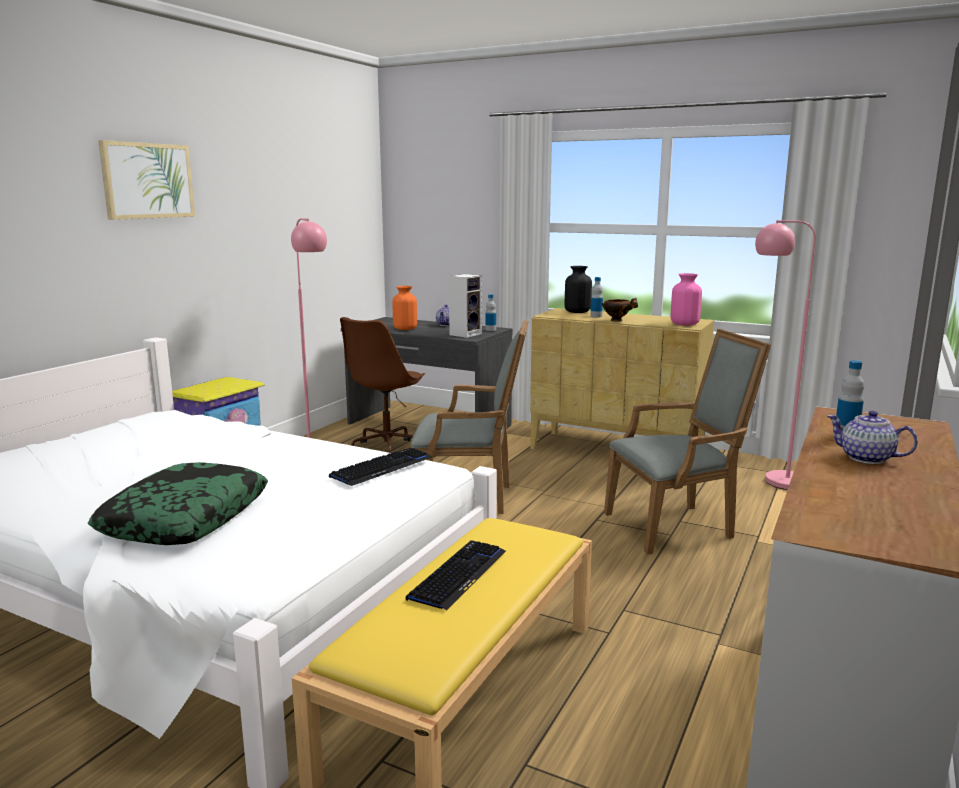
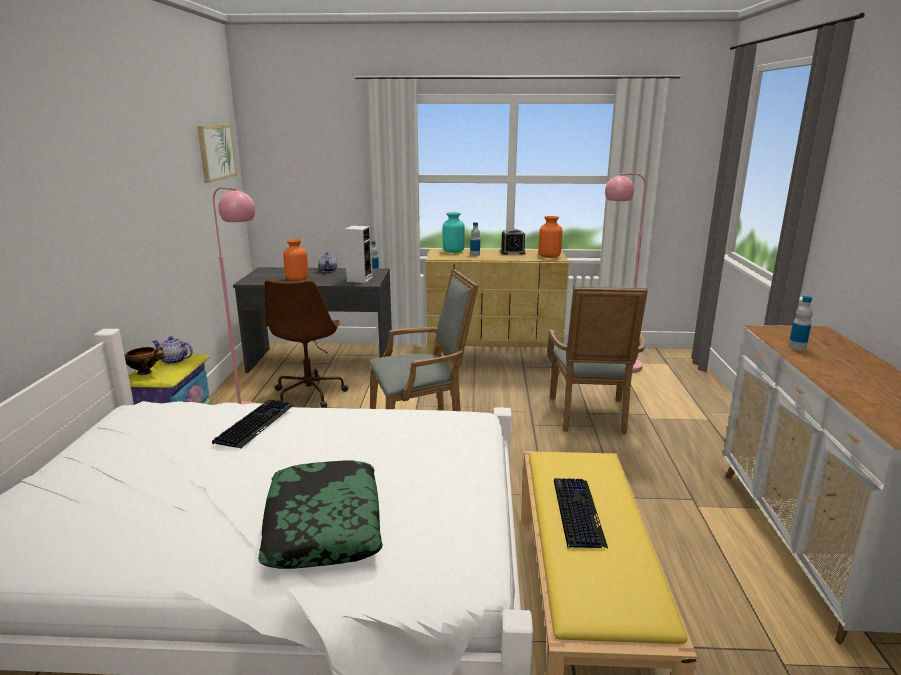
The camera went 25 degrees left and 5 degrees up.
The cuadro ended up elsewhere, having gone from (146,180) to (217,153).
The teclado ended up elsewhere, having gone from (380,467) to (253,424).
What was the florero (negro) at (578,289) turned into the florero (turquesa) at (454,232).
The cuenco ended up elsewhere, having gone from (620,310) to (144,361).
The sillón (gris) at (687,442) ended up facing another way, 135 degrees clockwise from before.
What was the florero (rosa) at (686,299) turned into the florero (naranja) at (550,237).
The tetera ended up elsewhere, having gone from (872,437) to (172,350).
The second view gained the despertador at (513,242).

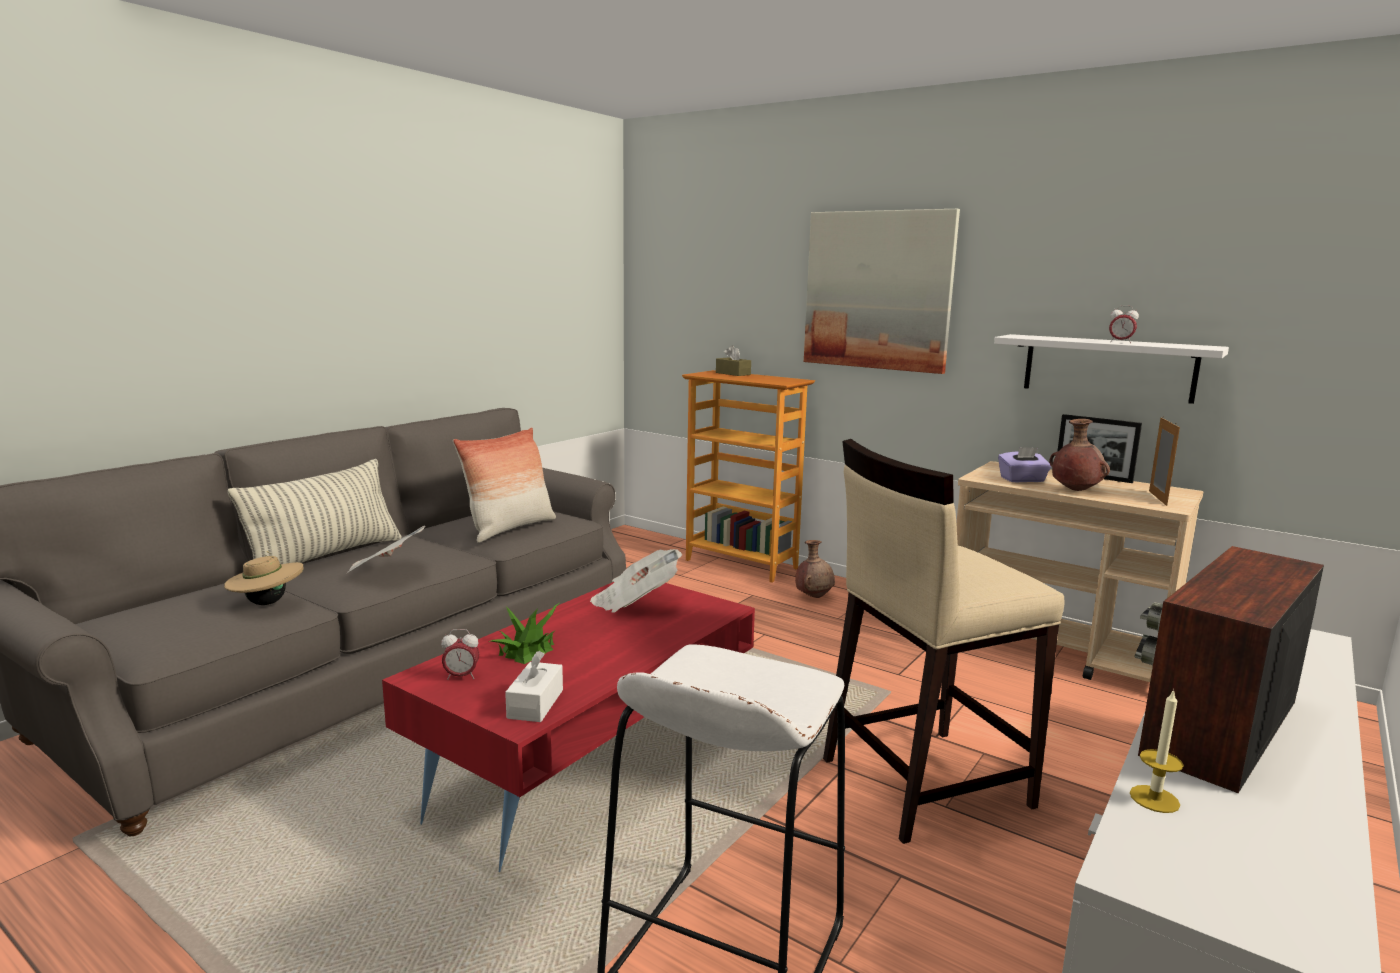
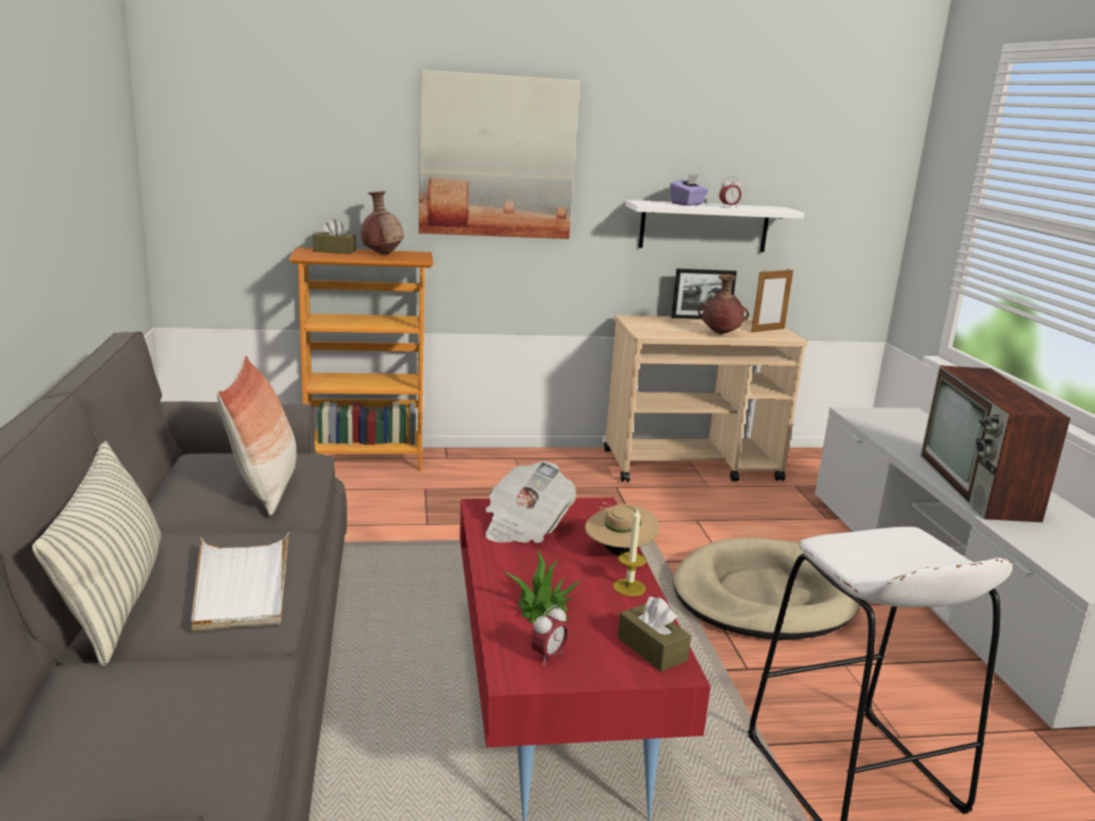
The camera went 45 degrees left and 5 degrees up.
The sombrero (beis) ended up elsewhere, having gone from (264,578) to (622,528).
Where the periódico stood at (386,549), the bandeja (blanco) came to stand at (240,582).
What was the caja de pañuelos (blanco) at (534,686) turned into the caja de pañuelos (marrón) at (654,633).
The florero (marrón) ended up elsewhere, having gone from (815,569) to (382,223).
Where the taburete (beis) stood at (943,641), the cama para perro (beis) came to stand at (767,589).
The caja de pañuelos (morado) ended up elsewhere, having gone from (1024,464) to (689,190).
The vela ended up elsewhere, having gone from (1157,751) to (630,552).
The portarretratos at (1164,461) ended up facing another way, 90 degrees clockwise from before.

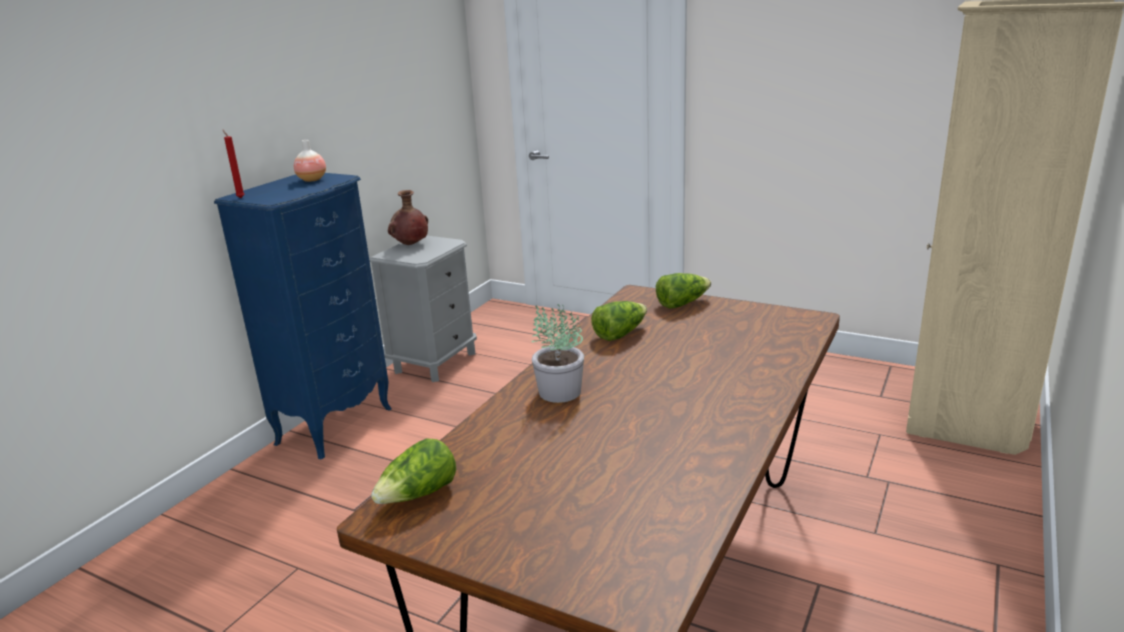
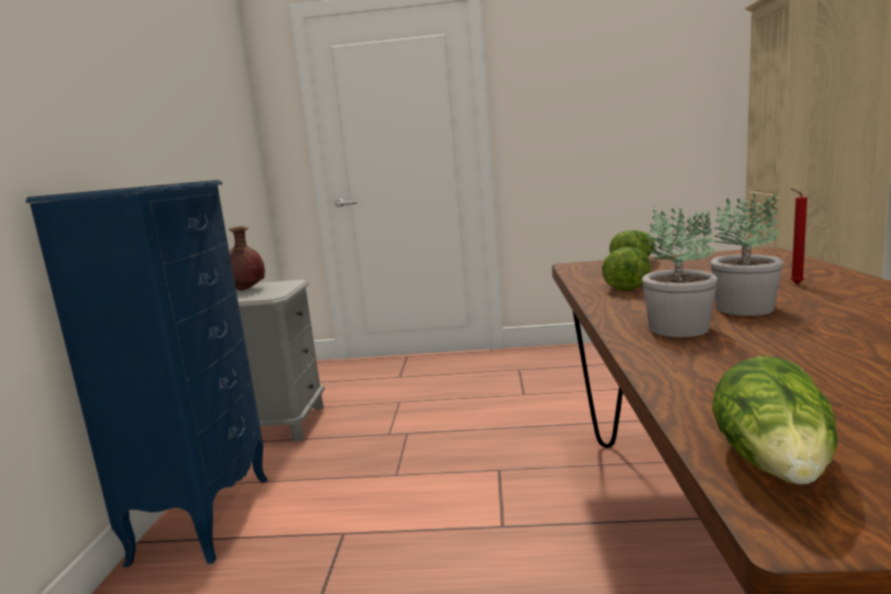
The camera went 25 degrees left and 10 degrees down.
The vela (rojo) ended up elsewhere, having gone from (233,163) to (798,236).
The second view lost the florero at (310,161).
The second view gained the planta en maceta at (746,254).

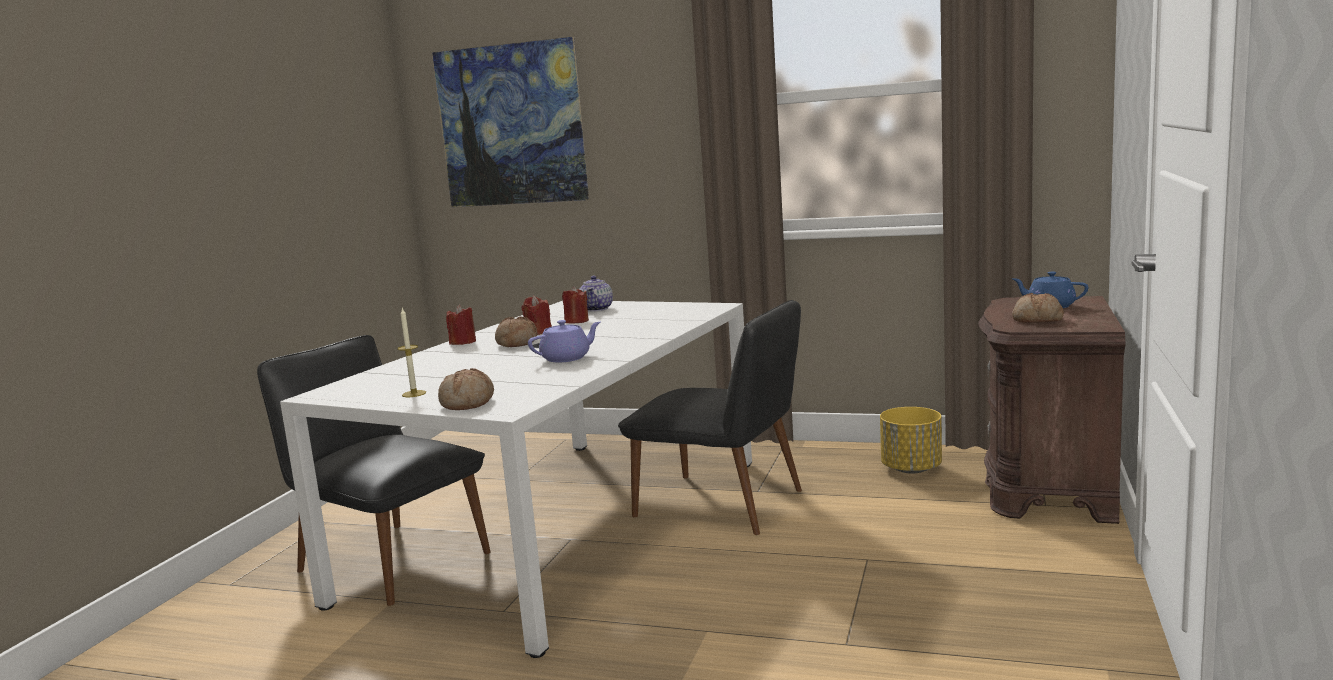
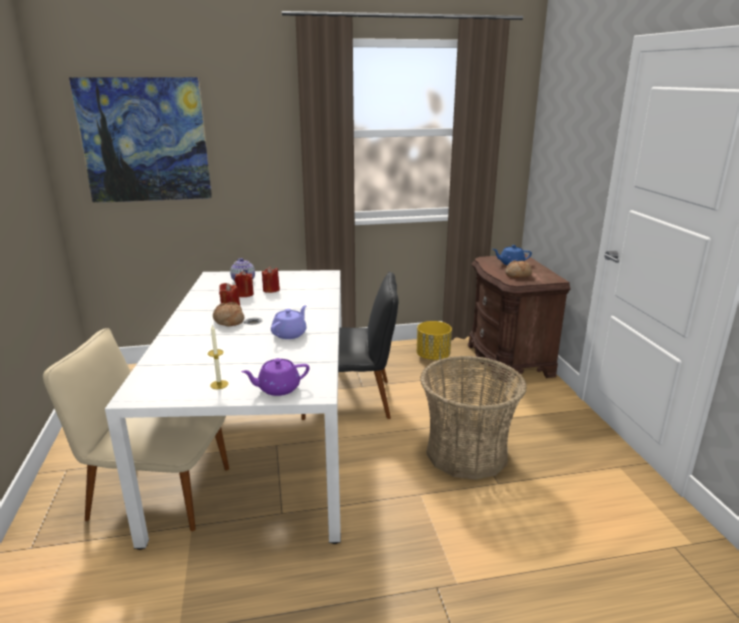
The camera went 30 degrees left and 10 degrees up.
What was the silla (negro) at (373,470) turned into the silla (beis) at (136,429).
Where the pan stood at (466,389), the tetera (morado) came to stand at (275,377).
The vela (rojo) ended up elsewhere, having gone from (461,325) to (271,280).
The second view gained the cesta at (473,418).

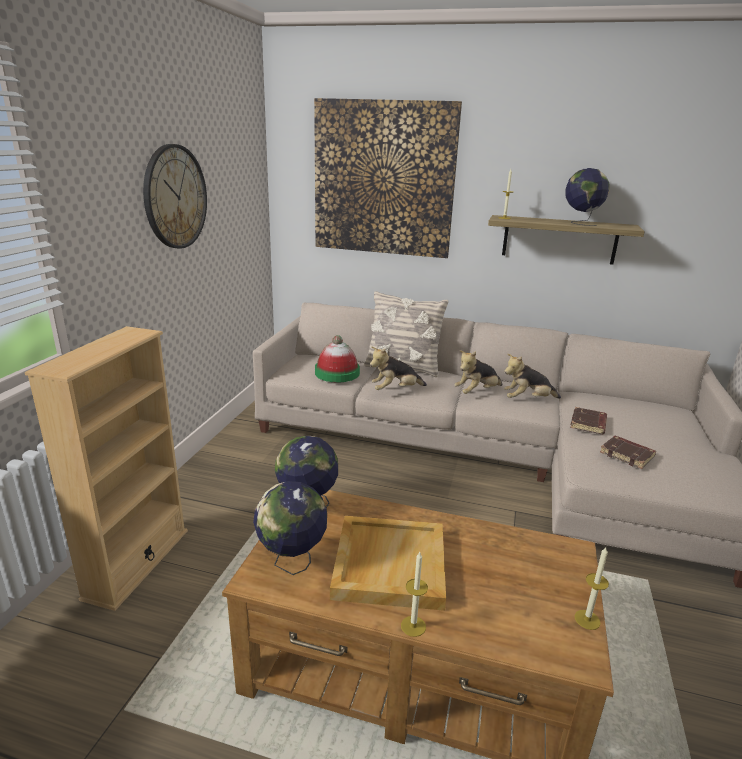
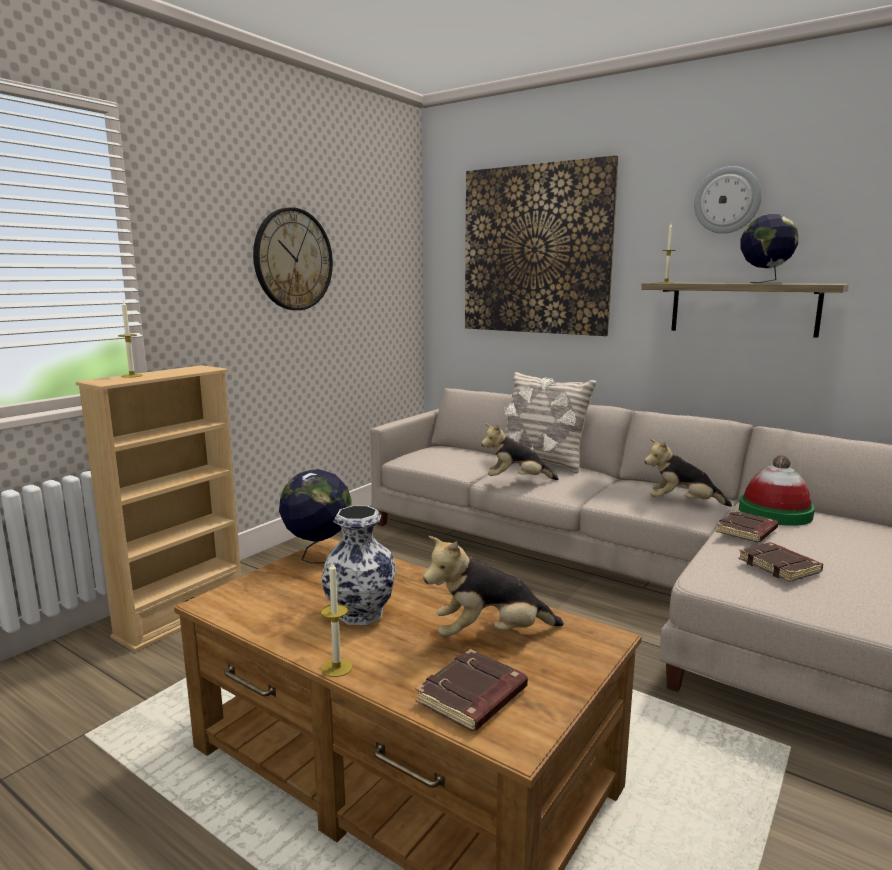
The camera went 20 degrees right and 10 degrees down.
The second view lost the globo terráqueo at (290,528).
The sombrero ended up elsewhere, having gone from (337,358) to (777,490).
Where the bandeja (beis) stood at (388,563), the florero came to stand at (358,565).
The peluche ended up elsewhere, having gone from (478,372) to (493,586).
The vela ended up elsewhere, having gone from (592,588) to (130,339).
The second view gained the libro (marrón) at (472,690).
The second view gained the reloj de pared at (727,200).

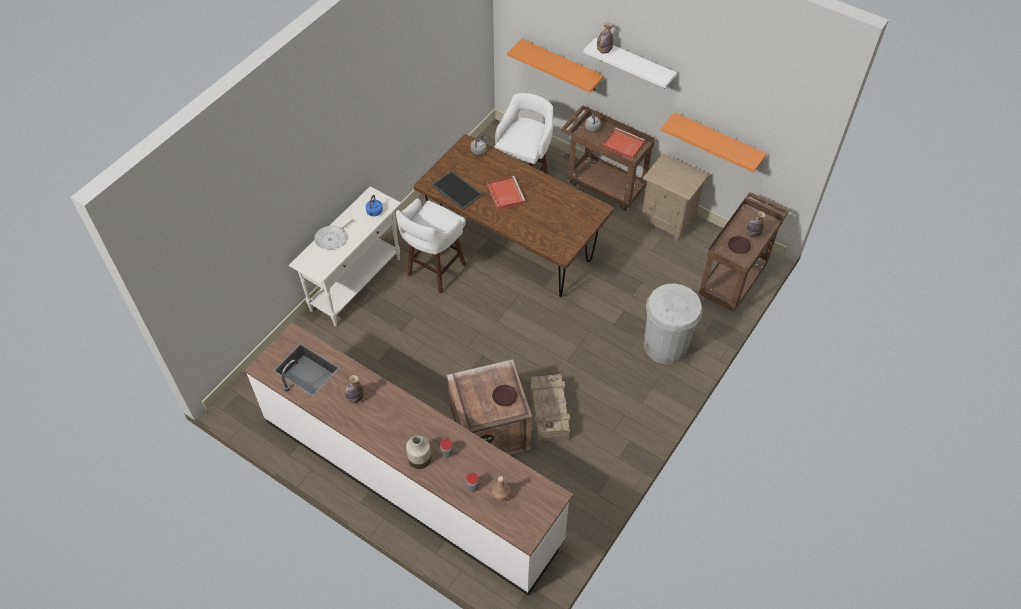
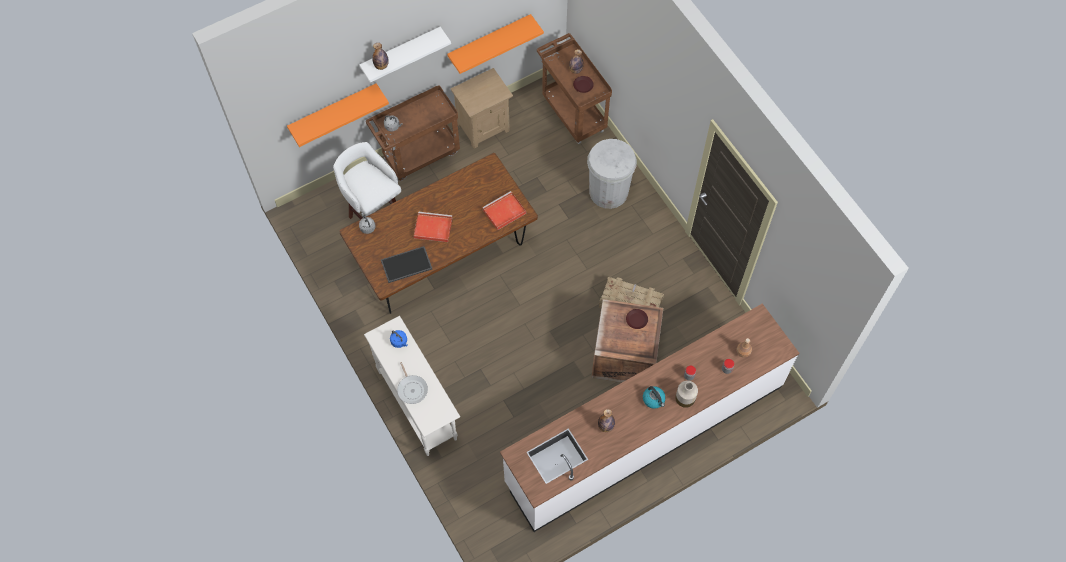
The camera went 65 degrees left and 10 degrees up.
The second view lost the taburete (blanco) at (431,246).
The bandeja (rojo) ended up elsewhere, having gone from (623,144) to (504,210).
The second view gained the hervidor at (654,397).

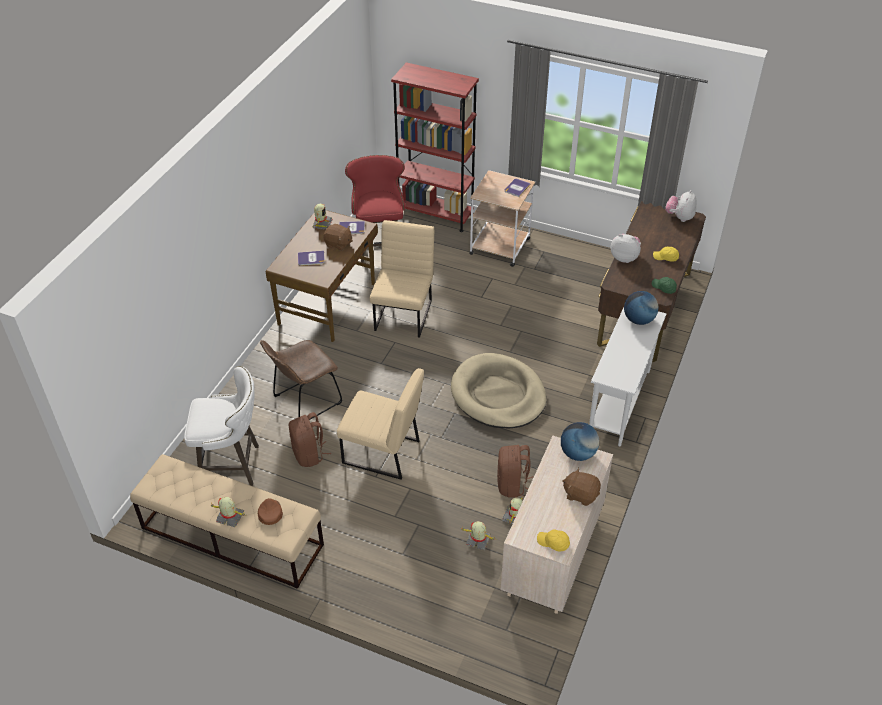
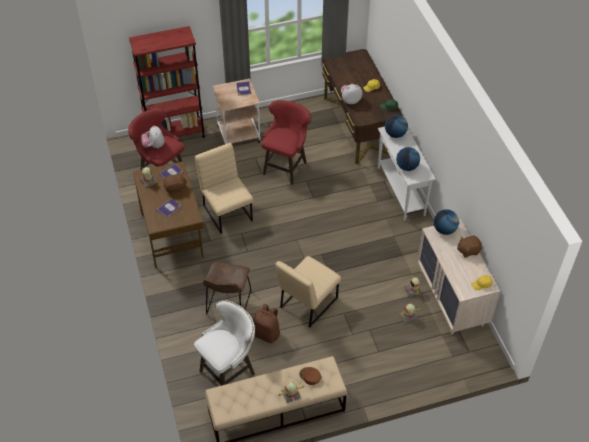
The camera went 40 degrees left and 5 degrees up.
The silla (beis) at (380,424) ended up facing another way, 150 degrees clockwise from before.
The second view lost the cama para perro (beis) at (499,390).
The second view lost the mochila (marrón) at (515,471).
The peluche ended up elsewhere, having gone from (681,206) to (152,137).
The second view gained the taburete (rojo) at (286,142).
The second view gained the globo terráqueo at (408,159).

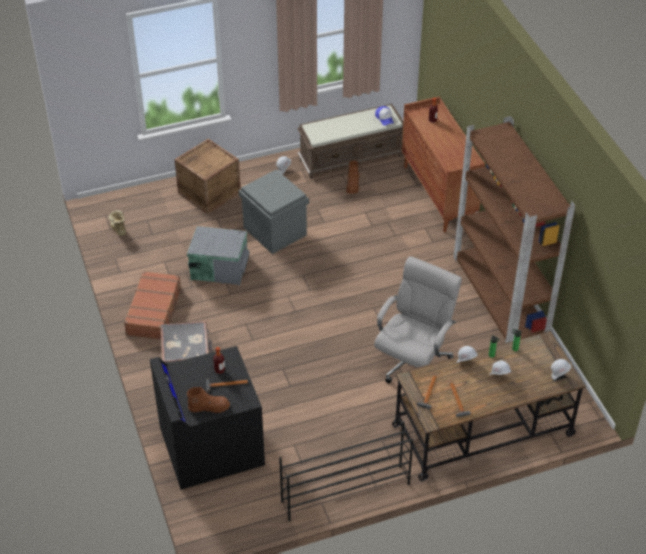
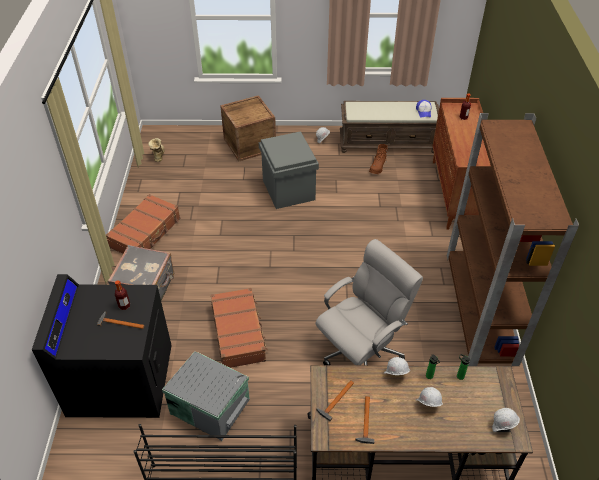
The camera went 20 degrees right and 0 degrees up.
The caja de almacenaje (gris) ended up elsewhere, having gone from (218,256) to (206,396).
The second view lost the bota (marrón) at (208,400).
The second view gained the maleta (marrón) at (239,328).

